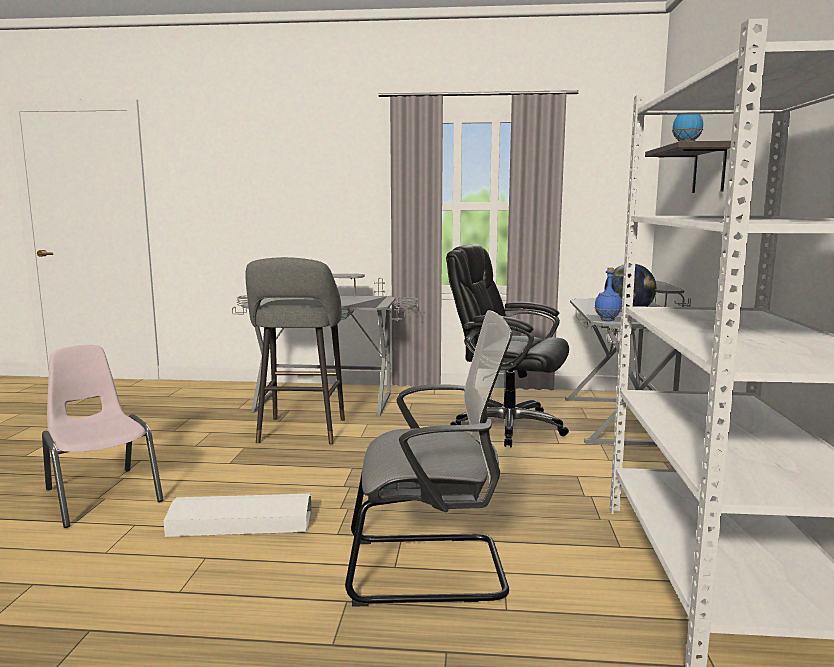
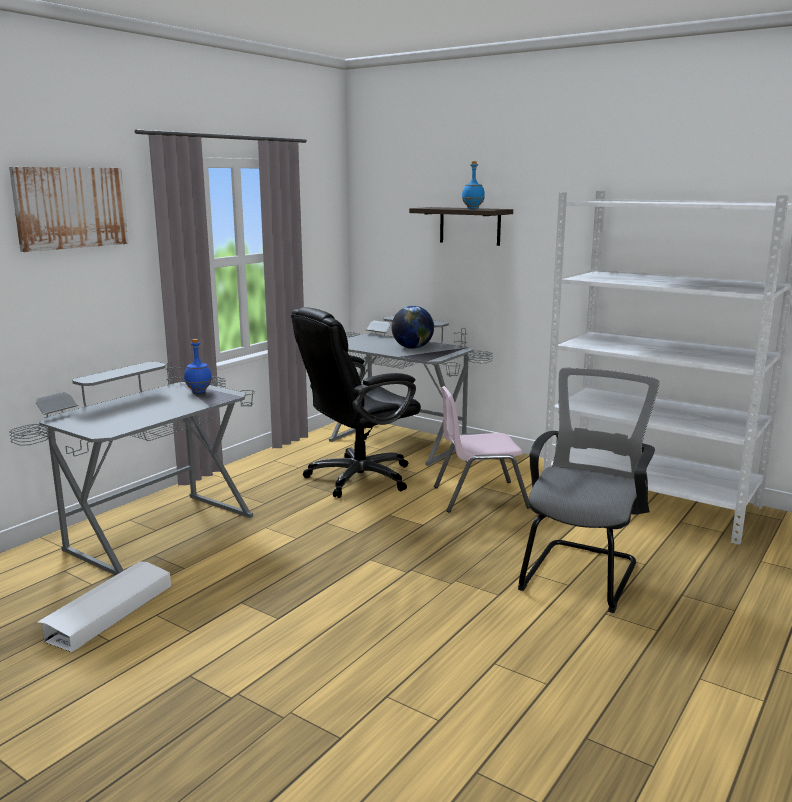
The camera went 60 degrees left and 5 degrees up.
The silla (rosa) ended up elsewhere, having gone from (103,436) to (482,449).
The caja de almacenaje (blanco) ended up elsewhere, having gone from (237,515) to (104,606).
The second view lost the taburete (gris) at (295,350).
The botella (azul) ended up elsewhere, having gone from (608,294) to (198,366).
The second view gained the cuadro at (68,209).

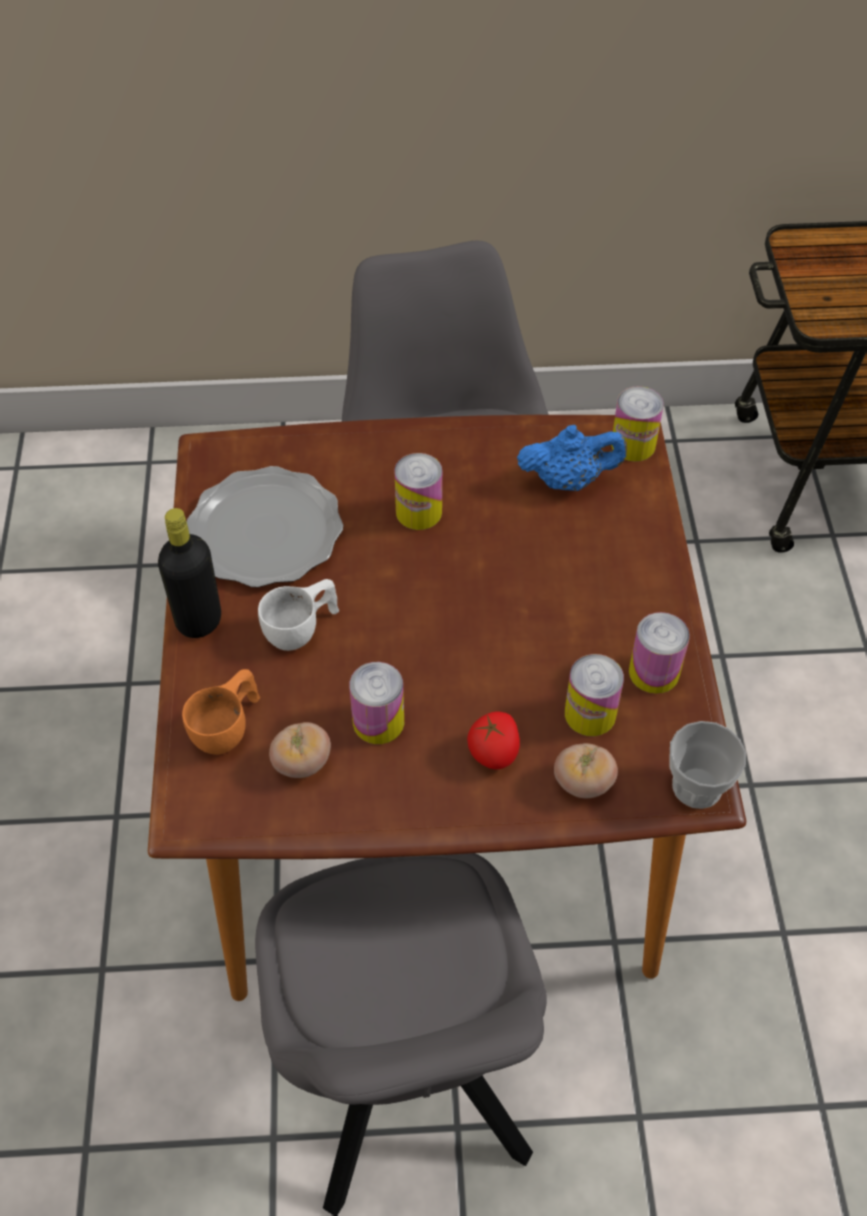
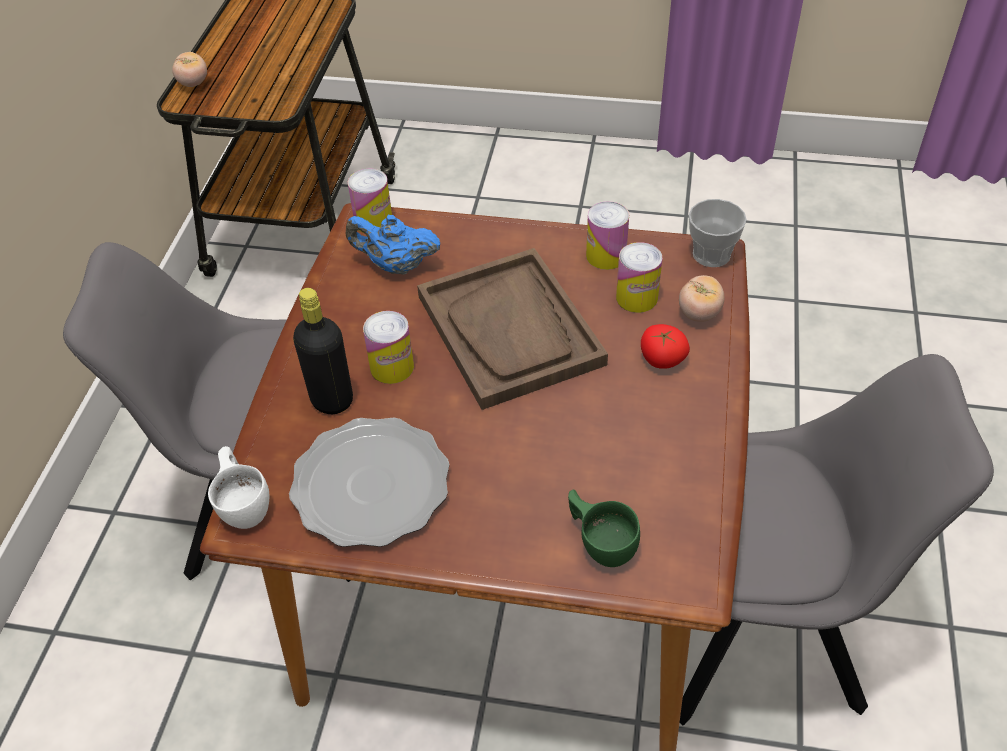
The camera went 75 degrees left and 5 degrees down.
The botella (negro) ended up elsewhere, having gone from (189,573) to (323,351).
What was the taza (naranja) at (221,712) turned into the taza (verde) at (604,528).
The taza (blanco) ended up elsewhere, having gone from (298,615) to (239,487).
The tomate ended up elsewhere, having gone from (300,750) to (189,69).
The second view lost the lata at (376,703).
The tetera (azul) at (572,458) ended up facing another way, 90 degrees counterclockwise from before.
The second view gained the bandeja (marrón) at (512,329).

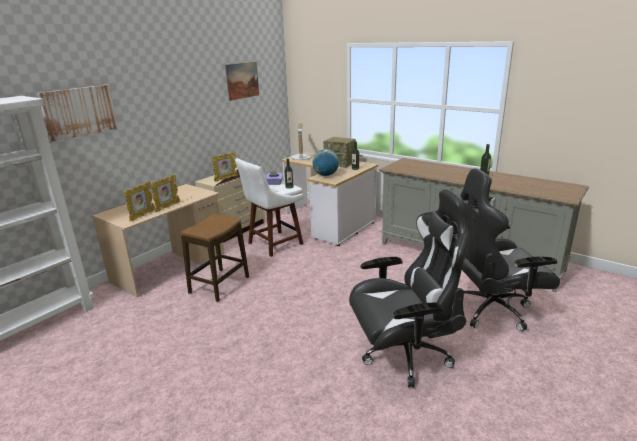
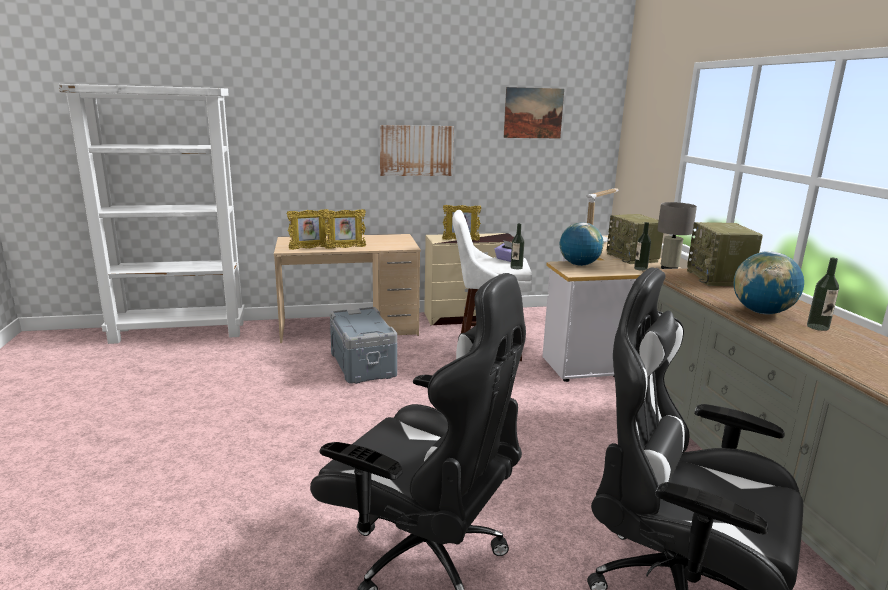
The camera went 40 degrees right and 5 degrees down.
The cuadro ended up elsewhere, having gone from (77,113) to (417,150).
Where the taburete stood at (215,258), the caja de almacenaje (gris) came to stand at (363,345).
The second view gained the lámpara de mesa (gris) at (677,235).
The second view gained the radio at (725,254).
The second view gained the globo terráqueo at (768,282).

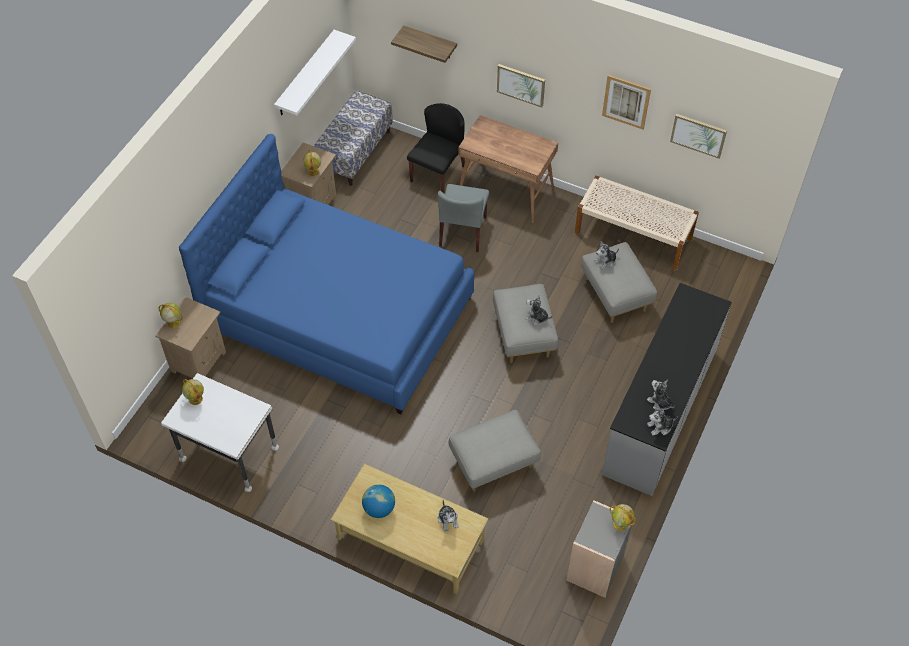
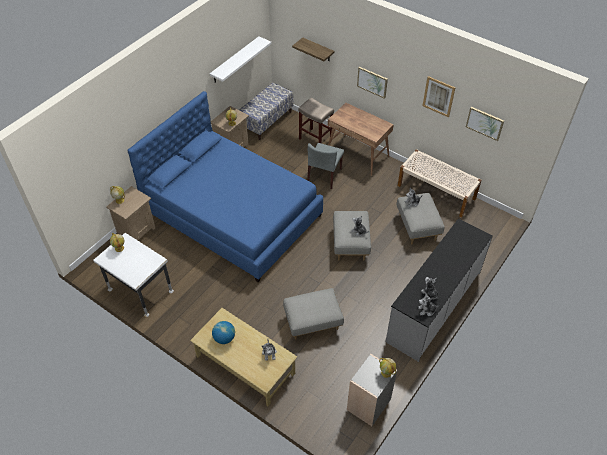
The camera went 10 degrees right and 5 degrees down.
Where the silla (negro) stood at (436,148), the taburete (beis) came to stand at (316,121).

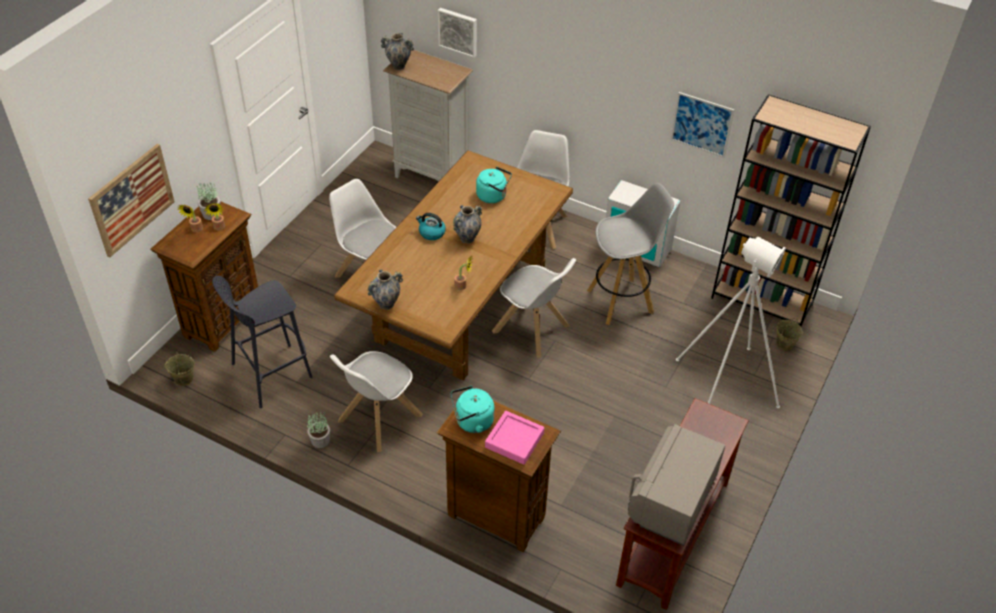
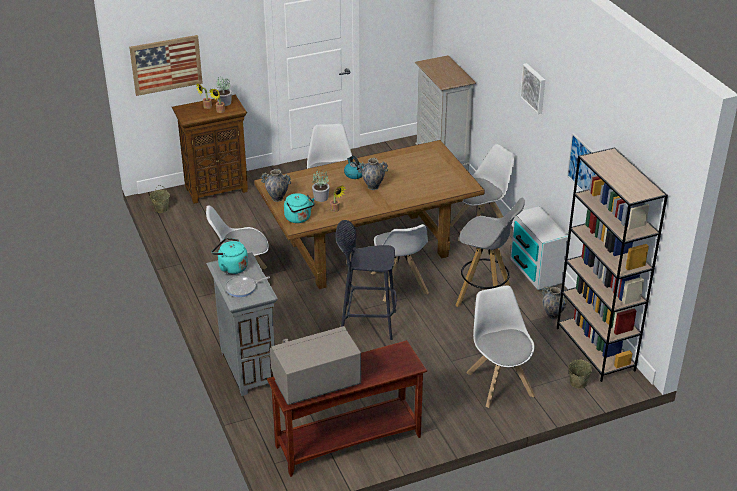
The camera went 40 degrees right and 10 degrees down.
The taburete (gris) ended up elsewhere, having gone from (262,342) to (366,280).
The planta en maceta ended up elsewhere, having gone from (318,429) to (321,186).
The florero ended up elsewhere, having gone from (397,51) to (554,302).
What was the armario (marrón) at (499,476) turned into the armario (gris) at (242,324).
The cuadro ended up elsewhere, having gone from (457,33) to (532,88).
The hervidor (turquesa) ended up elsewhere, having gone from (494,185) to (299,208).
Where the bandeja (rosa) stood at (514,438), the sartén came to stand at (247,286).
Where the lámpara de pie (blanco) stood at (731,323), the silla came to stand at (500,346).

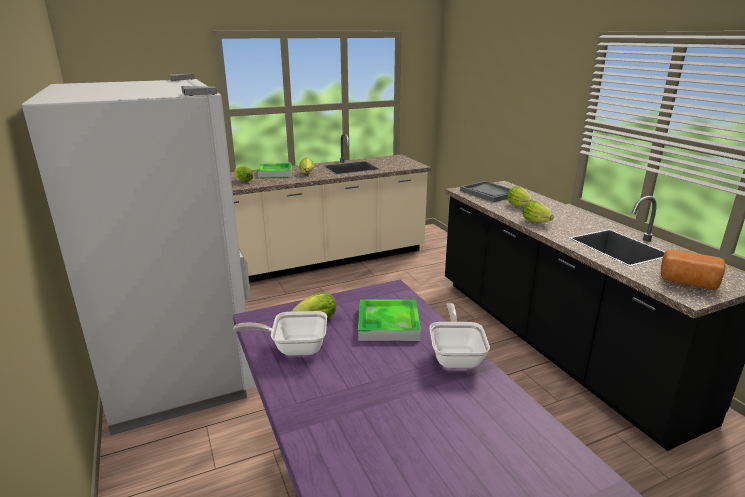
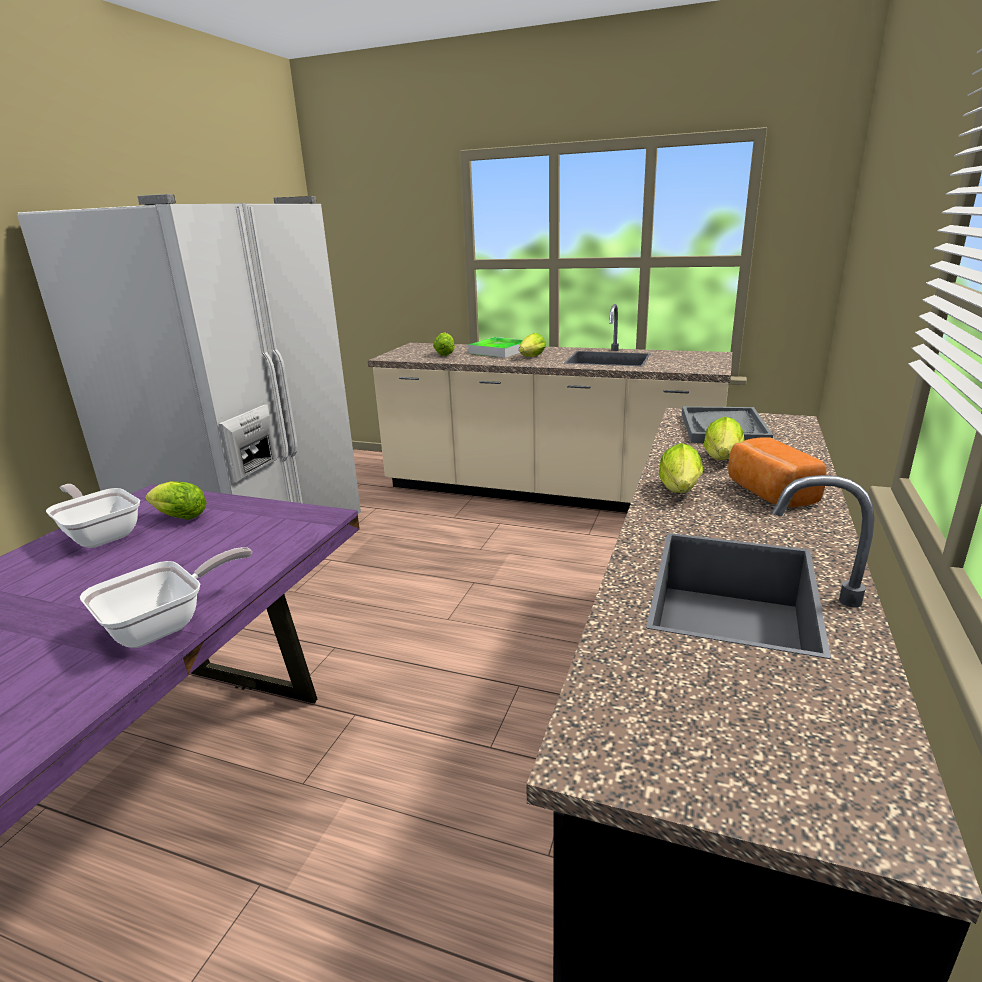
The camera went 45 degrees right and 0 degrees up.
The second view lost the bandeja at (389,320).
The pan ended up elsewhere, having gone from (693,269) to (777,472).

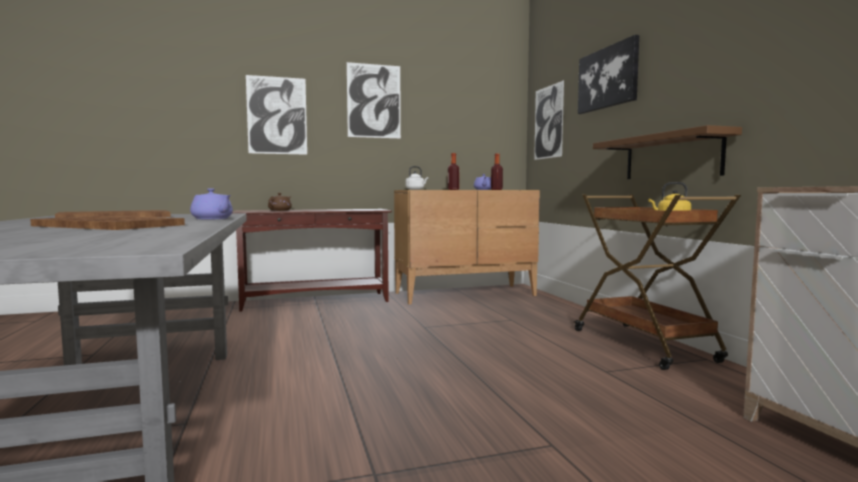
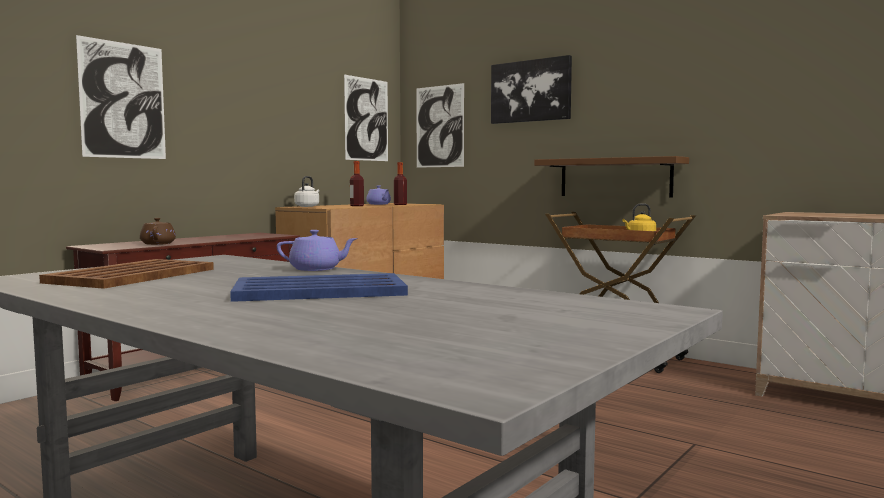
The camera went 35 degrees left and 0 degrees up.
What was the bandeja (marrón) at (107,223) turned into the bandeja (azul) at (319,287).
The cuadro ended up elsewhere, having gone from (374,100) to (366,117).

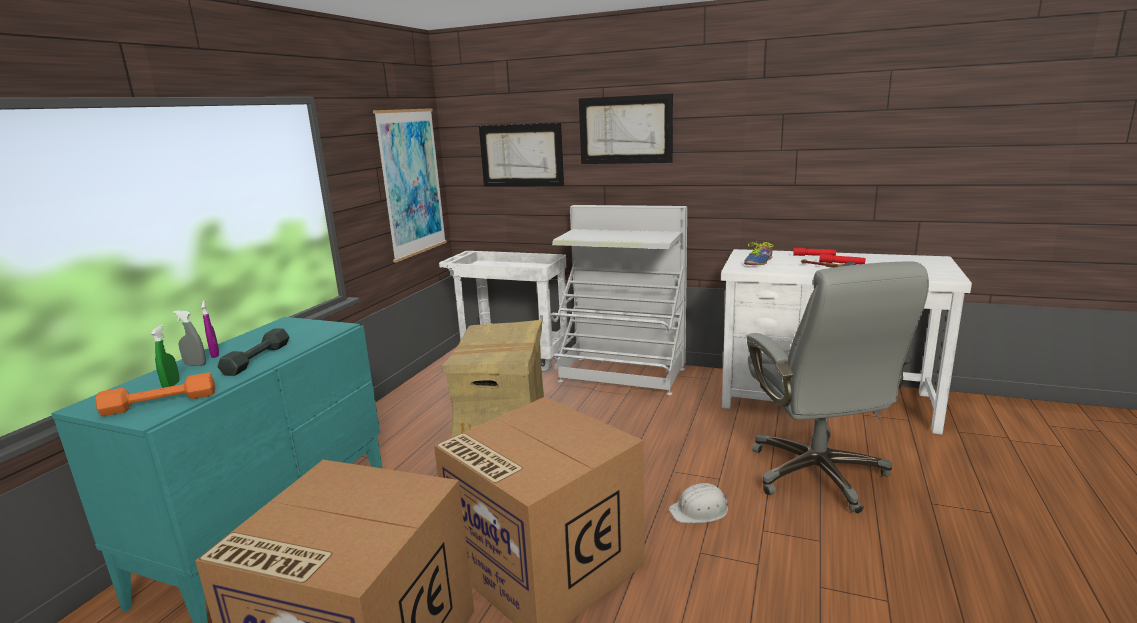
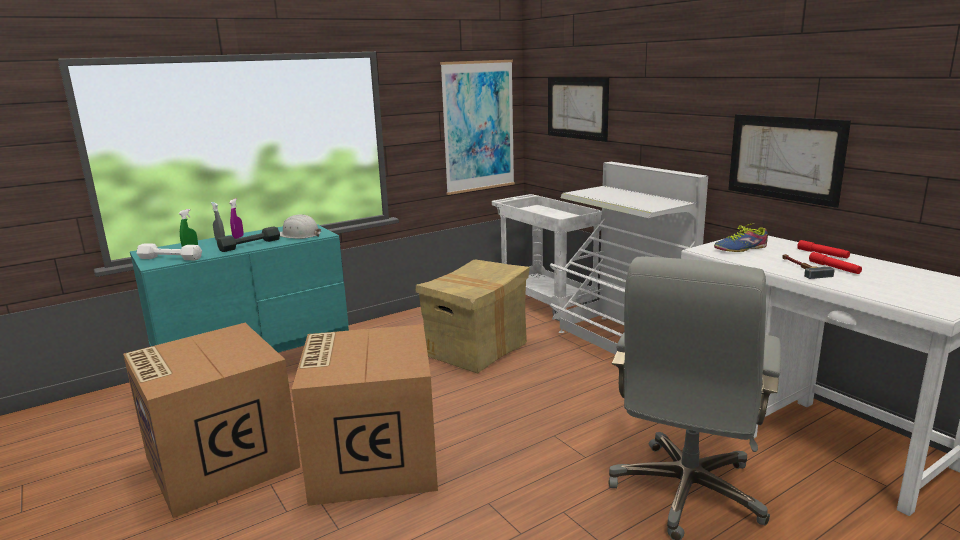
The camera went 35 degrees right and 0 degrees up.
What was the mancuerna (naranja) at (155,394) turned into the mancuerna (blanco) at (169,251).
The cuadro ended up elsewhere, having gone from (626,129) to (789,161).
The casco (blanco) ended up elsewhere, having gone from (699,503) to (300,226).

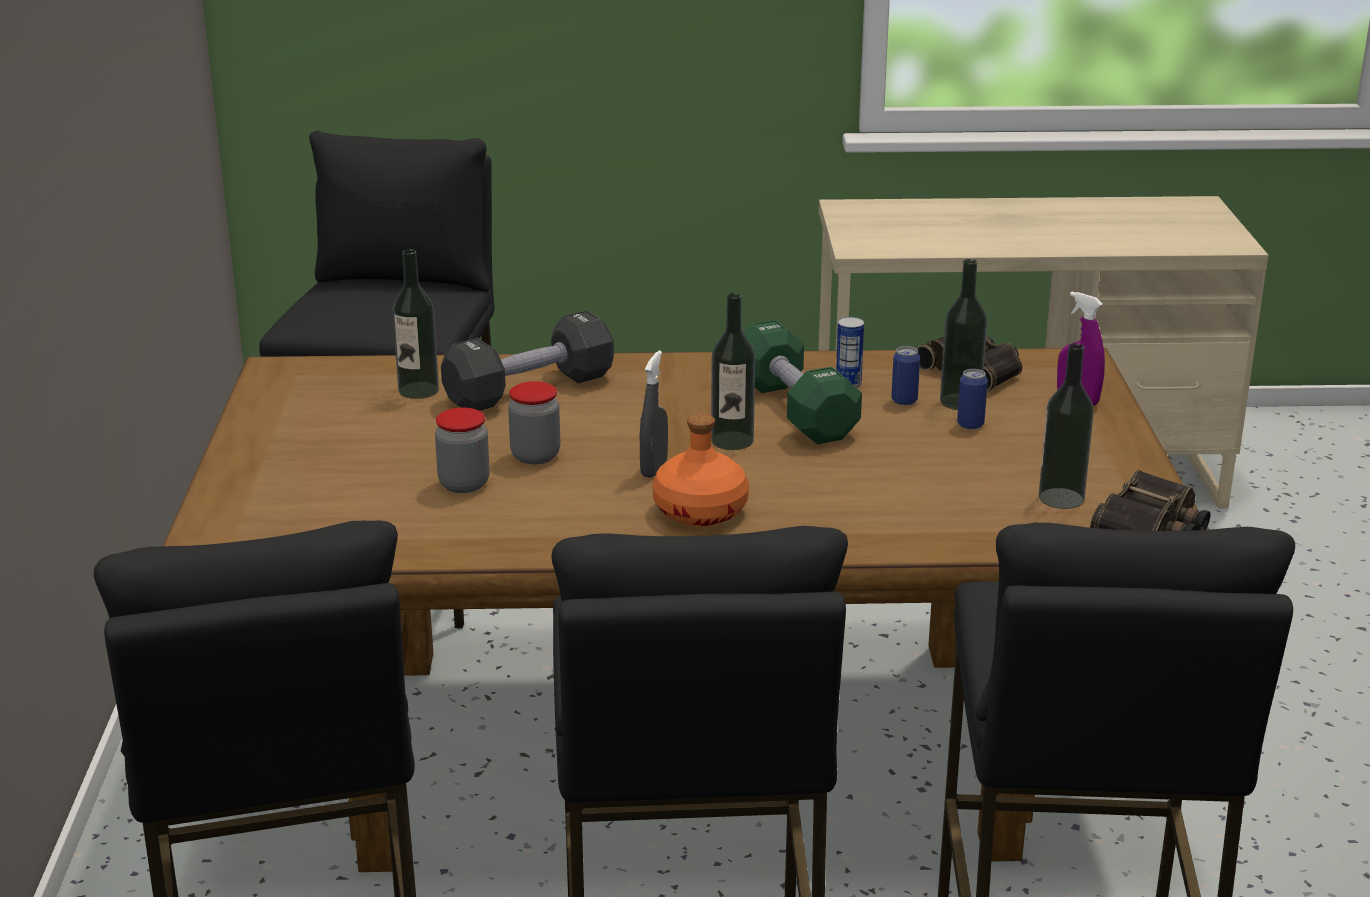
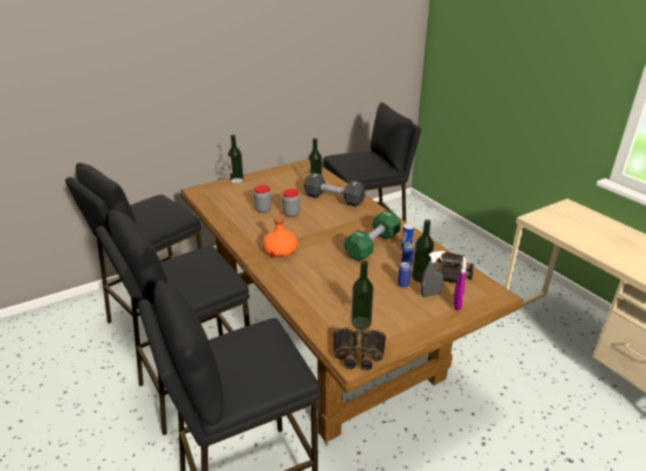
The camera went 60 degrees right and 5 degrees up.
The pulverizador (gris) ended up elsewhere, having gone from (654,414) to (432,274).
The botella ended up elsewhere, having gone from (733,371) to (236,159).

